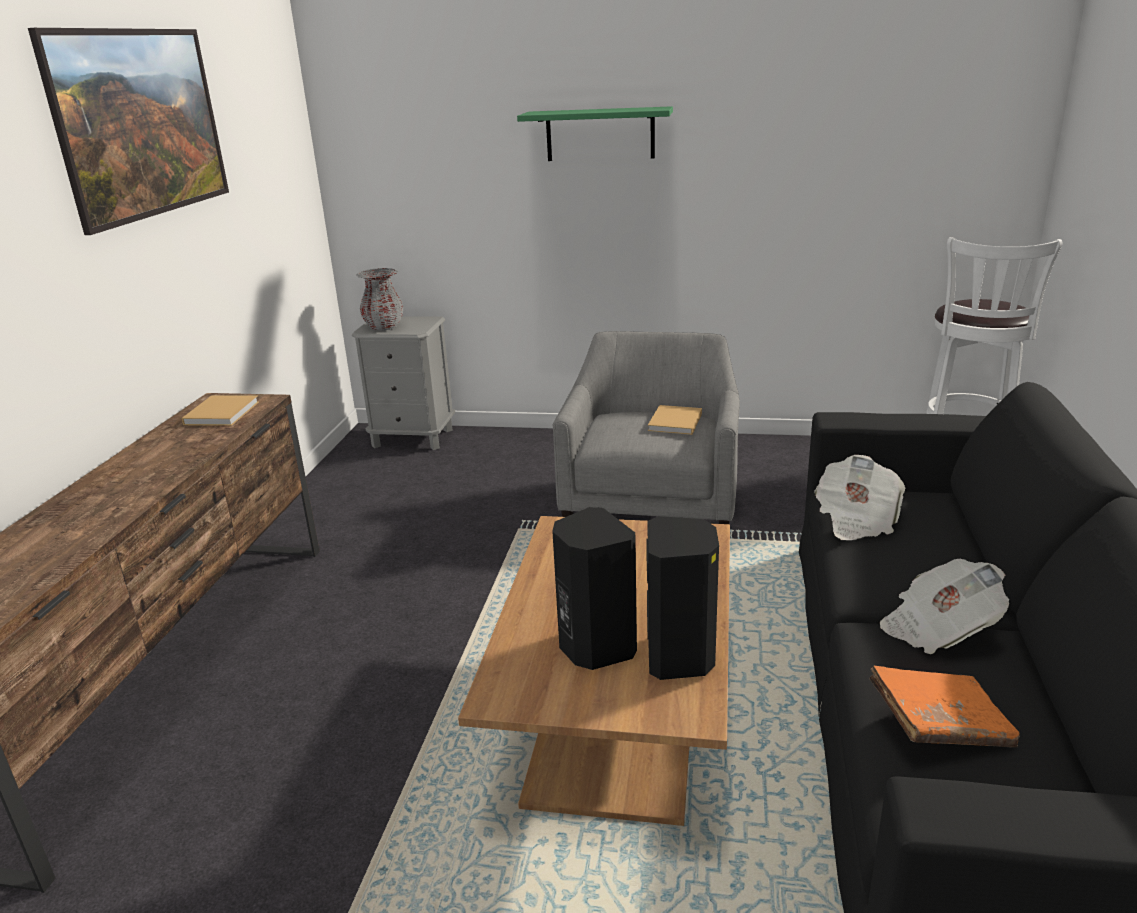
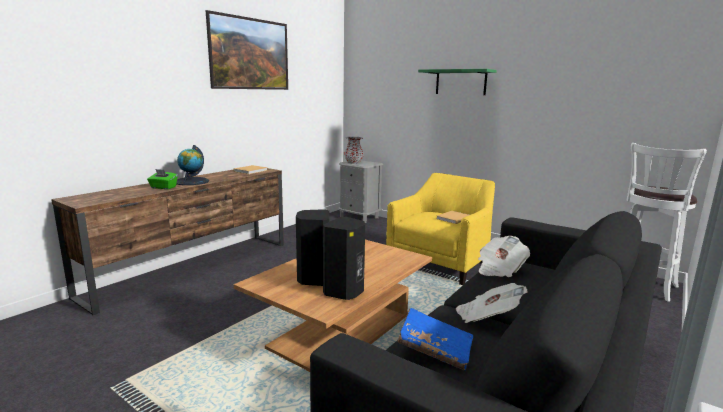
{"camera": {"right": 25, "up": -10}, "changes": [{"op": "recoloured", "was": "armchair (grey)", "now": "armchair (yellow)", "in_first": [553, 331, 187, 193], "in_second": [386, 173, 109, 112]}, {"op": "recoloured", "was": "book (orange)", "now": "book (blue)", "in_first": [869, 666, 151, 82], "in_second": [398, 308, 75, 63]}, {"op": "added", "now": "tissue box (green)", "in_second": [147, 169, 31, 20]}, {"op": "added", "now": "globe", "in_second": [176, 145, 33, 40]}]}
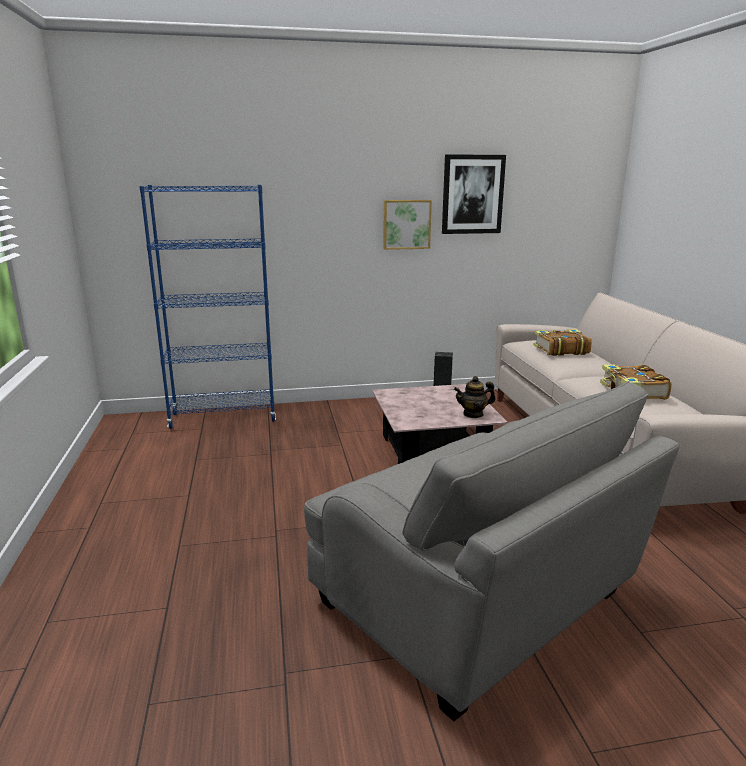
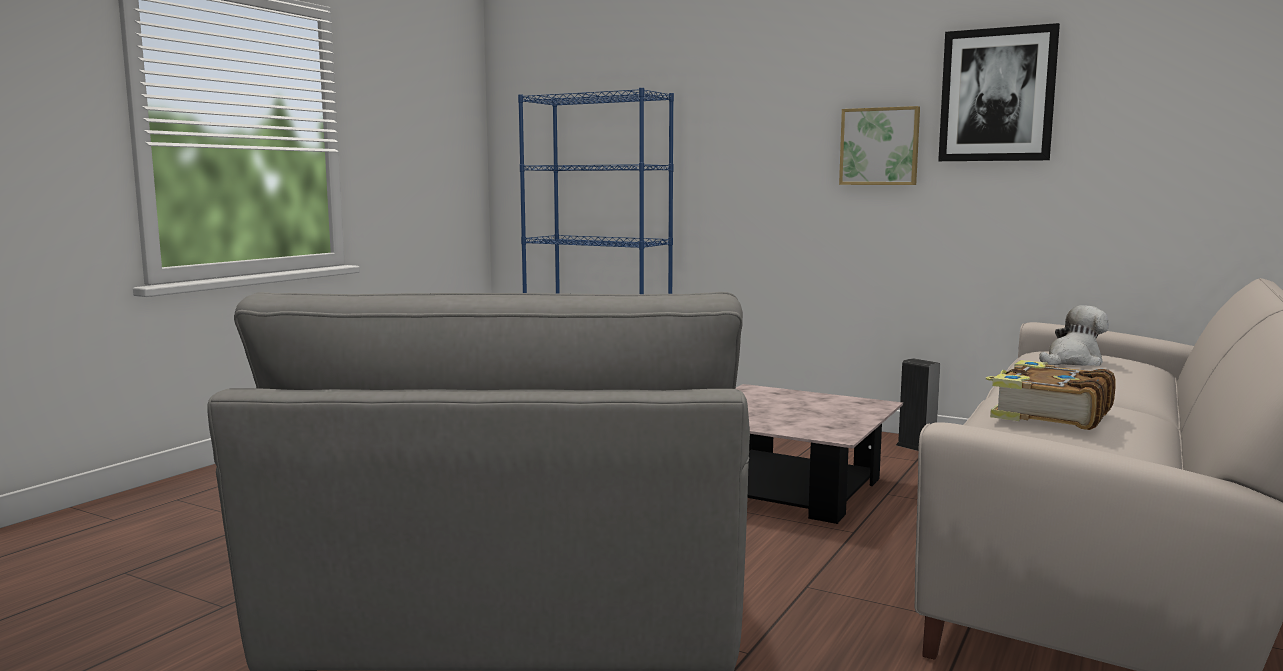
{"camera": {"right": 40, "up": -10}, "changes": [{"op": "removed", "was": "teapot", "in_first": [454, 376, 42, 42]}, {"op": "replaced", "was": "book", "now": "plush toy", "in_first": [534, 329, 58, 27], "in_second": [1039, 305, 70, 61]}]}
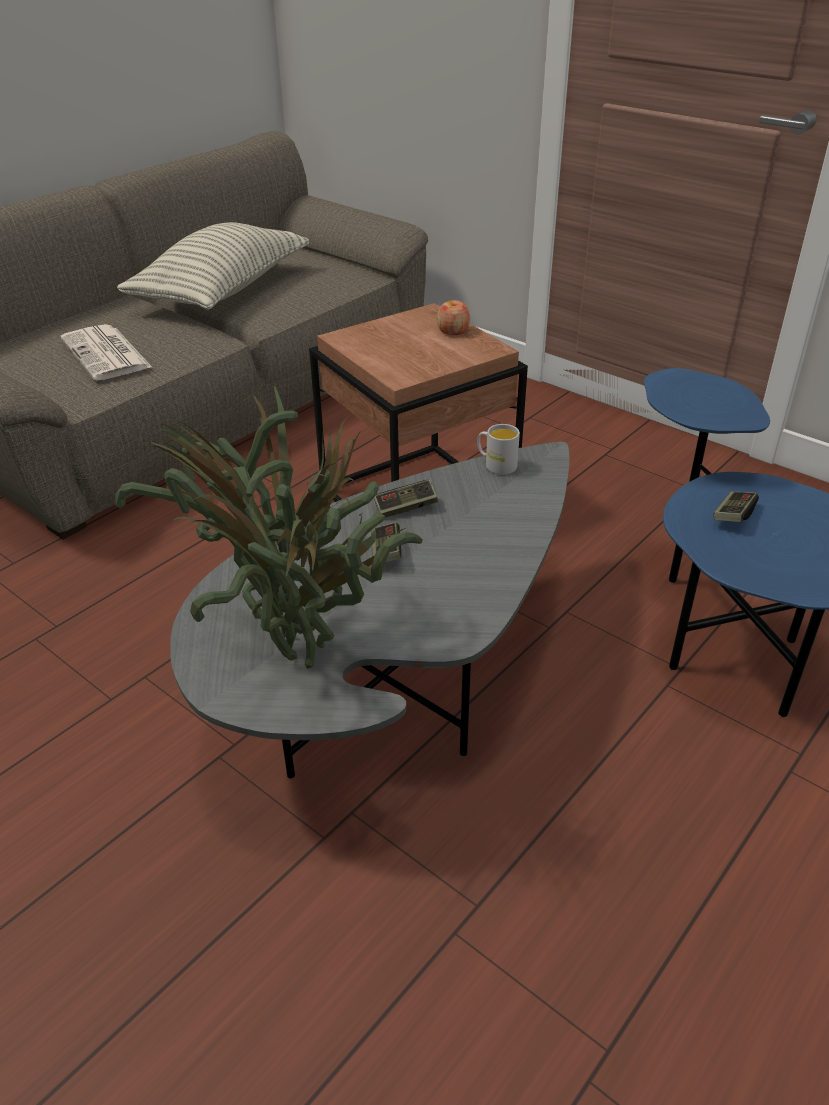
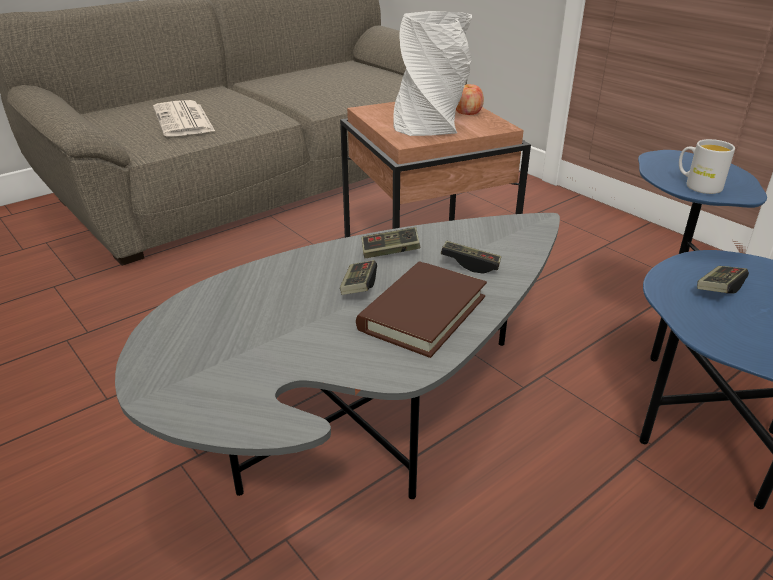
{"camera": {"right": 10, "up": -5}, "changes": [{"op": "removed", "was": "potted plant", "in_first": [115, 386, 308, 283]}, {"op": "removed", "was": "pillow", "in_first": [117, 222, 192, 88]}, {"op": "moved", "was": "mug (white)", "in_first": [477, 424, 43, 51], "in_second": [679, 139, 56, 55]}, {"op": "added", "now": "book (brown)", "in_second": [356, 261, 131, 97]}, {"op": "added", "now": "vase (white)", "in_second": [393, 11, 79, 125]}, {"op": "added", "now": "game controller", "in_second": [441, 241, 60, 33]}]}
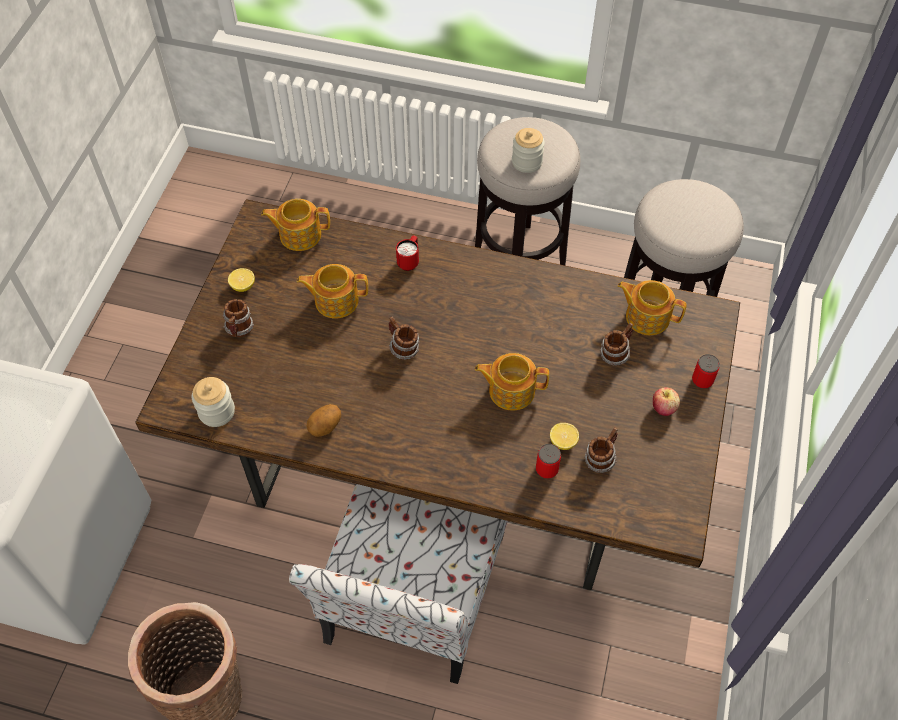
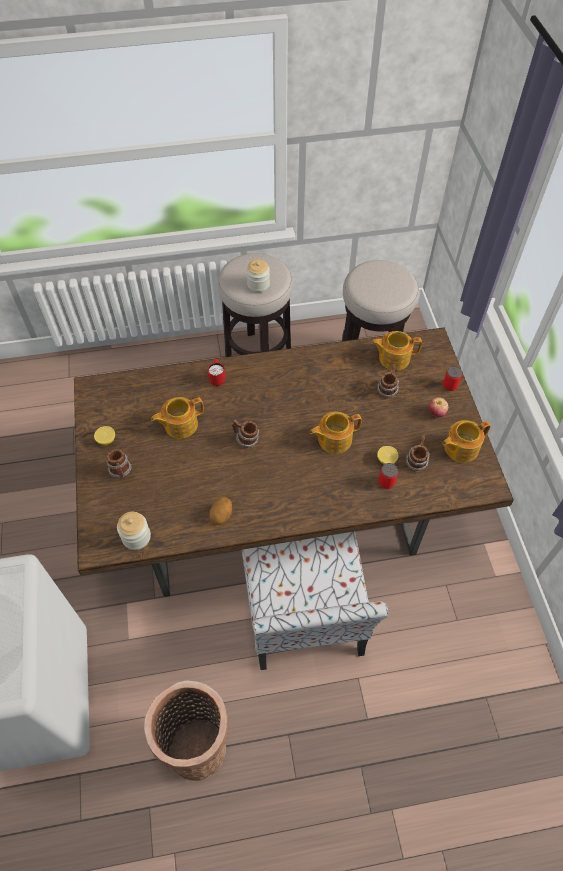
{"camera": {"right": -25, "up": 0}, "changes": [{"op": "moved", "was": "teapot", "in_first": [261, 199, 69, 52], "in_second": [442, 420, 49, 43]}]}
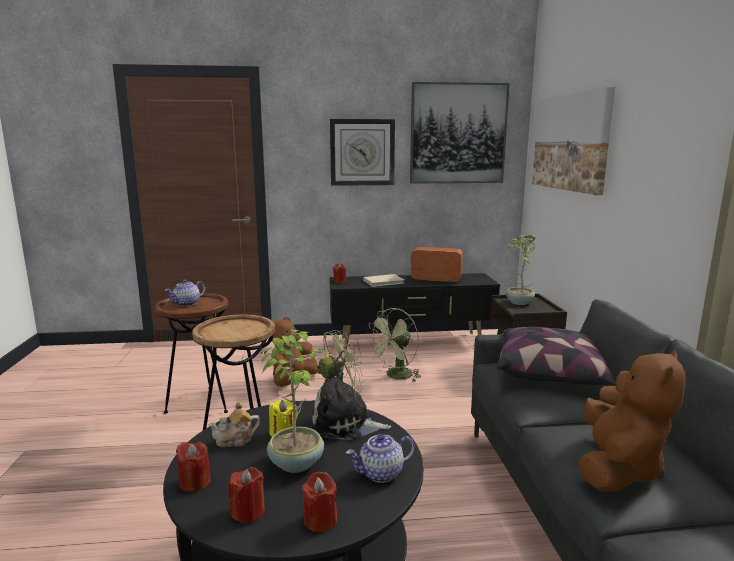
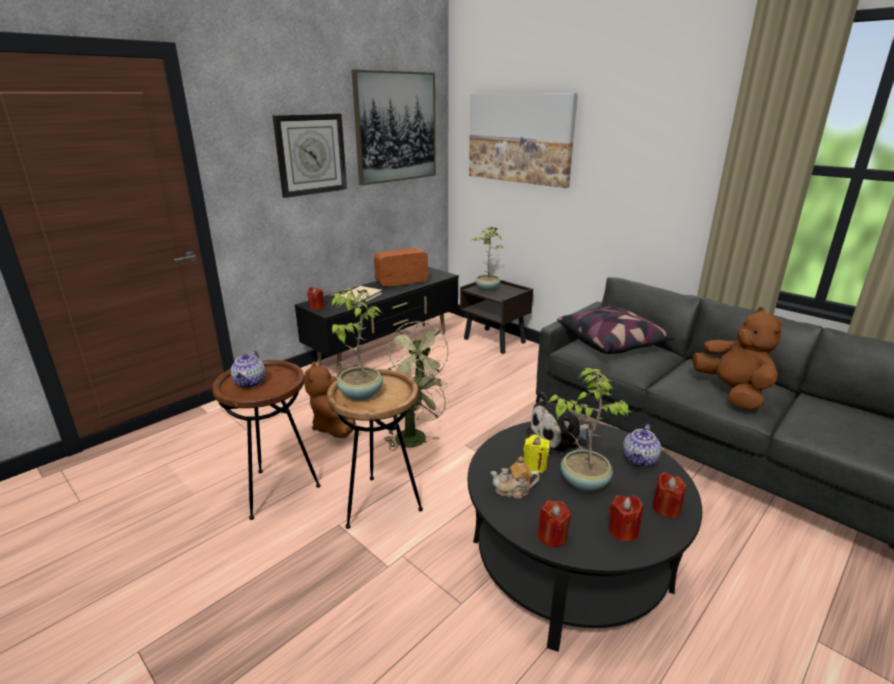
{"camera": {"right": -40, "up": 10}, "changes": [{"op": "turned", "was": "teapot", "in_first": [208, 402, 52, 45], "in_second": [490, 456, 50, 43], "clockwise": 60}, {"op": "added", "now": "potted plant", "in_second": [330, 288, 53, 113]}]}
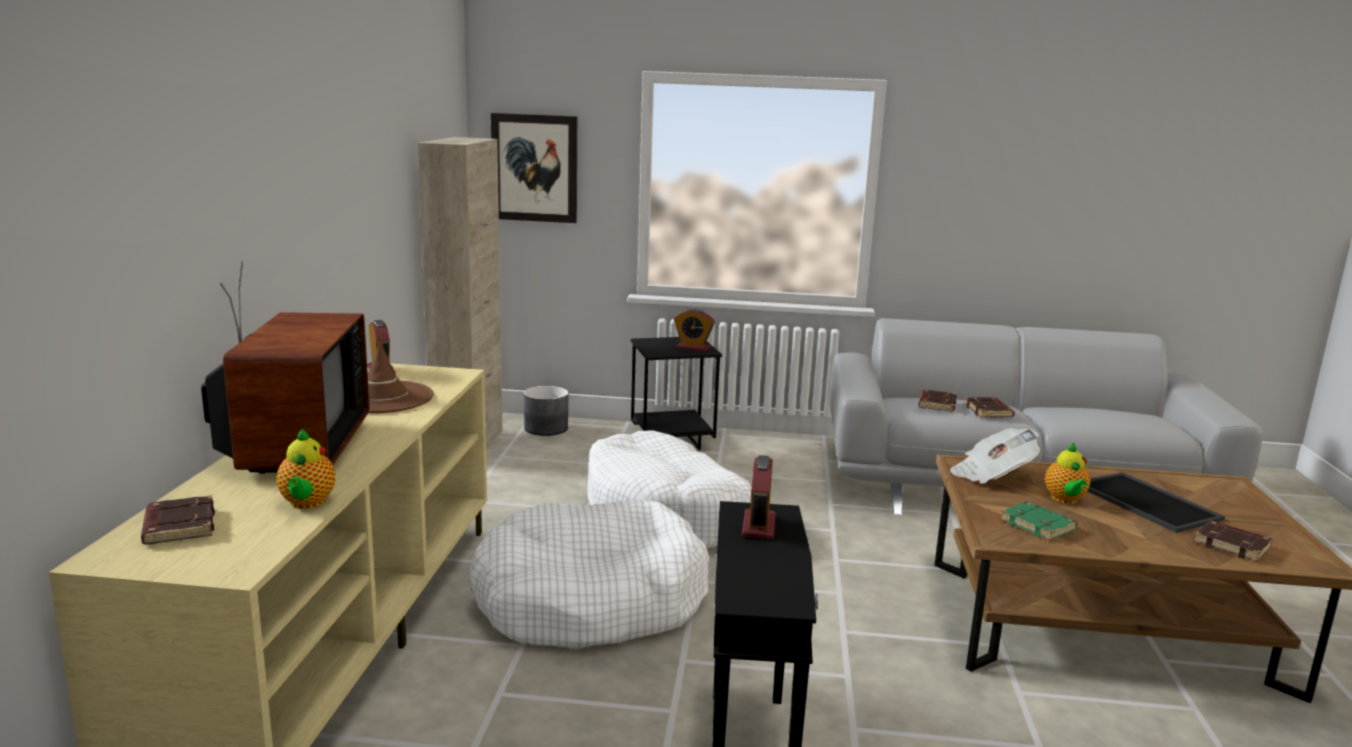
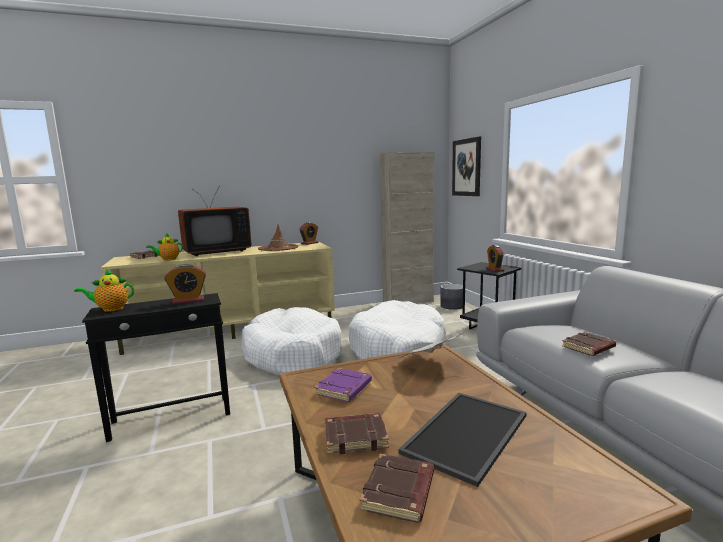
{"camera": {"right": 65, "up": -5}, "changes": [{"op": "moved", "was": "book (brown)", "in_first": [918, 390, 39, 22], "in_second": [325, 413, 64, 41]}, {"op": "recoloured", "was": "book (green)", "now": "book (purple)", "in_first": [1000, 501, 77, 40], "in_second": [314, 368, 58, 34]}, {"op": "moved", "was": "teapot", "in_first": [1045, 443, 45, 61], "in_second": [74, 269, 60, 43]}]}
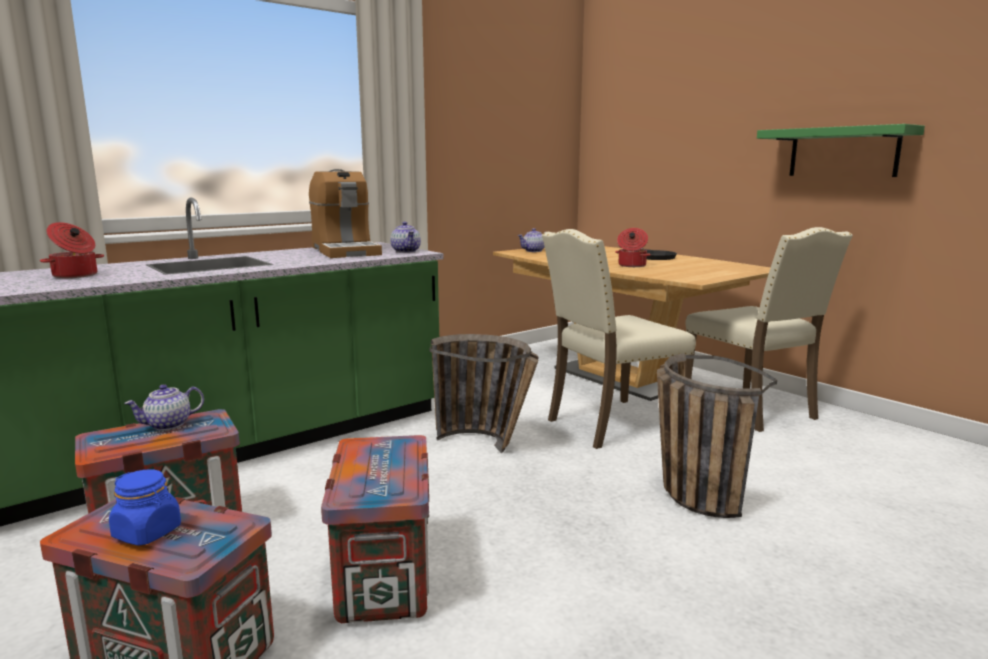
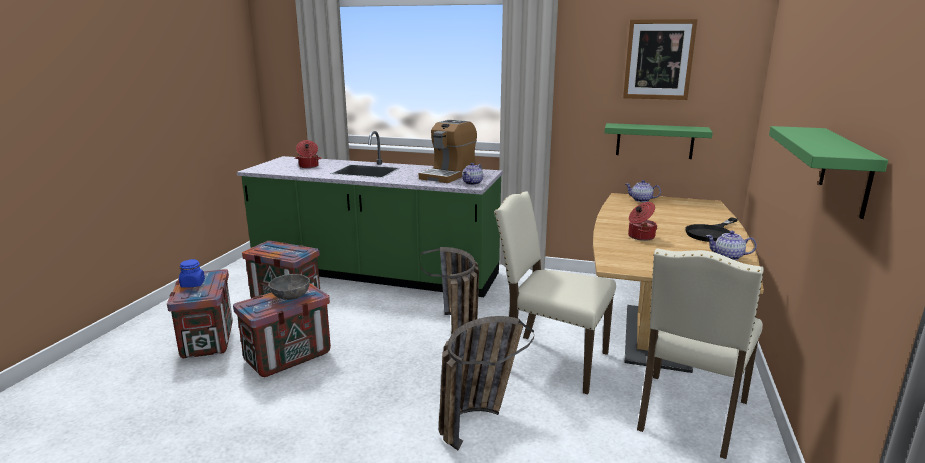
{"camera": {"right": 55, "up": 5}, "changes": [{"op": "moved", "was": "teapot", "in_first": [124, 384, 80, 46], "in_second": [706, 231, 51, 29]}, {"op": "added", "now": "bowl (grey)", "in_second": [269, 274, 41, 26]}, {"op": "added", "now": "shelf (green)", "in_second": [604, 123, 109, 36]}, {"op": "added", "now": "picture", "in_second": [623, 19, 75, 81]}]}
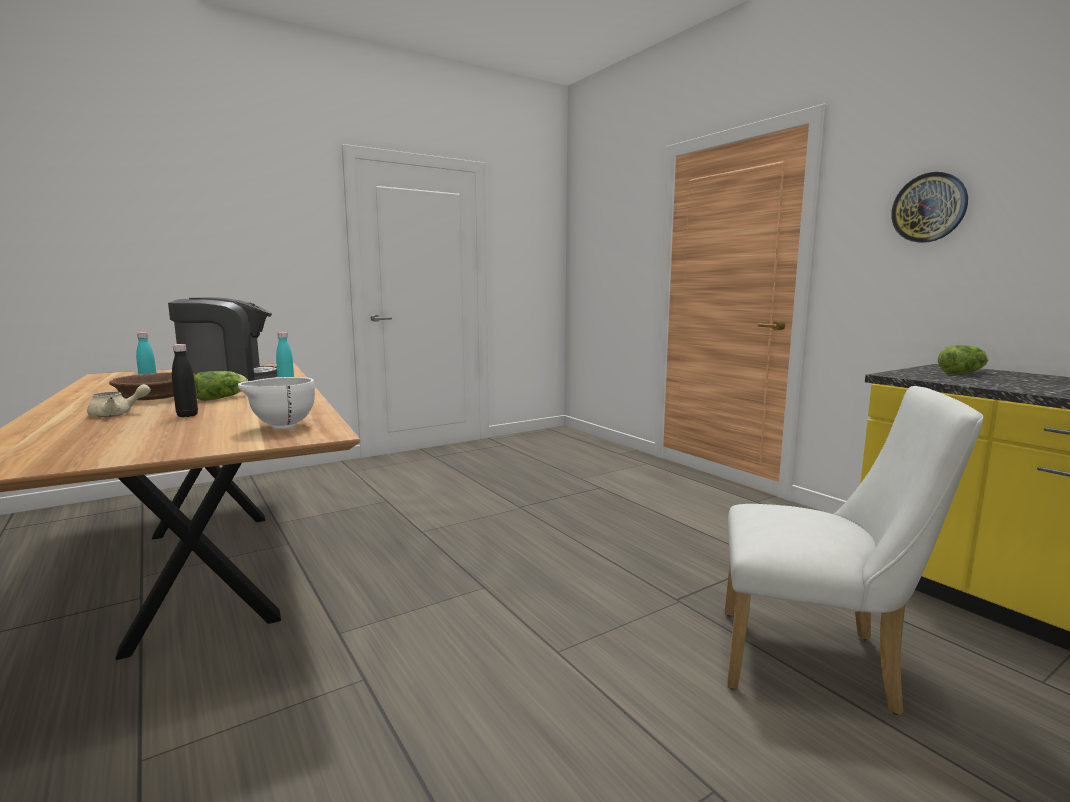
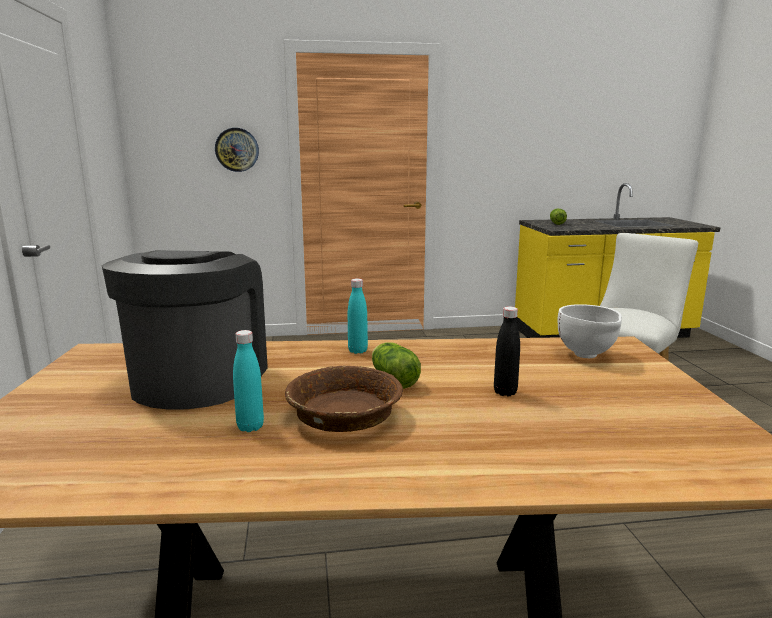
{"camera": {"right": -65, "up": 5}, "changes": [{"op": "removed", "was": "teapot (beige)", "in_first": [87, 384, 64, 33]}, {"op": "moved", "was": "wall clock", "in_first": [891, 172, 77, 71], "in_second": [215, 128, 44, 44]}]}
